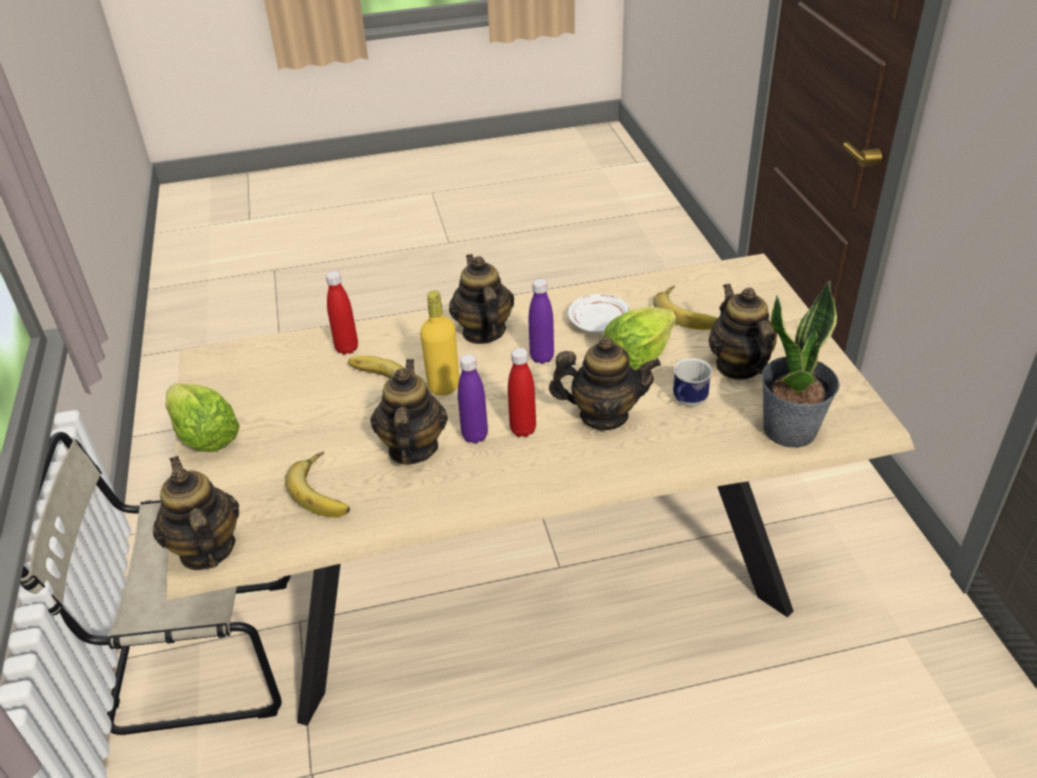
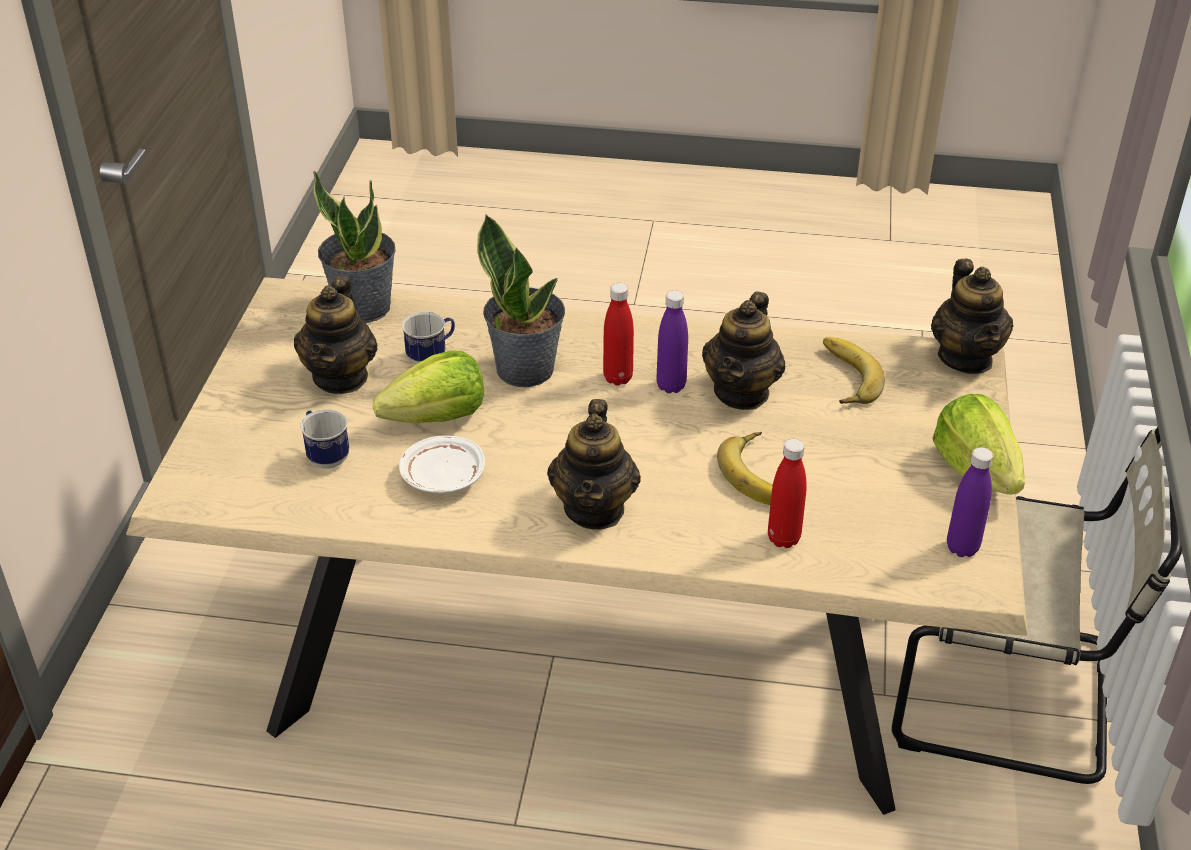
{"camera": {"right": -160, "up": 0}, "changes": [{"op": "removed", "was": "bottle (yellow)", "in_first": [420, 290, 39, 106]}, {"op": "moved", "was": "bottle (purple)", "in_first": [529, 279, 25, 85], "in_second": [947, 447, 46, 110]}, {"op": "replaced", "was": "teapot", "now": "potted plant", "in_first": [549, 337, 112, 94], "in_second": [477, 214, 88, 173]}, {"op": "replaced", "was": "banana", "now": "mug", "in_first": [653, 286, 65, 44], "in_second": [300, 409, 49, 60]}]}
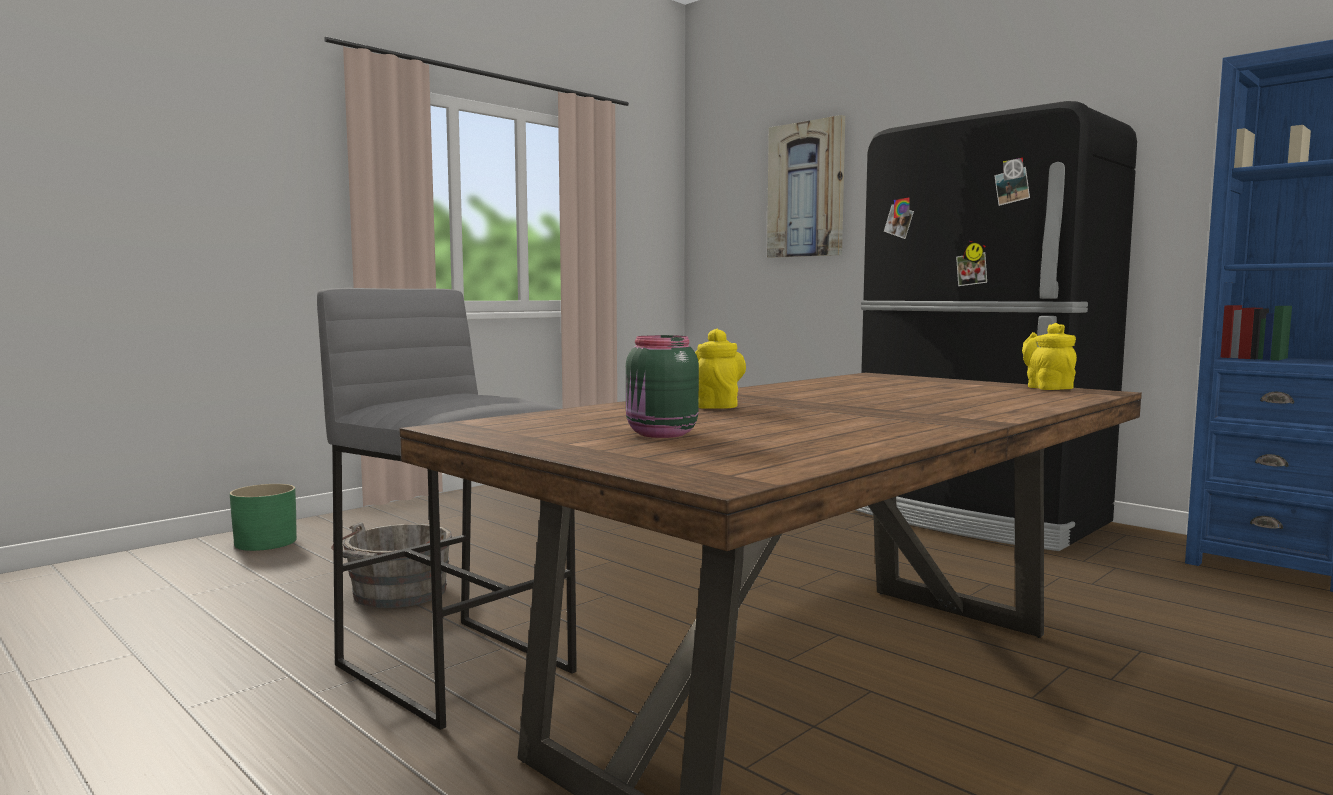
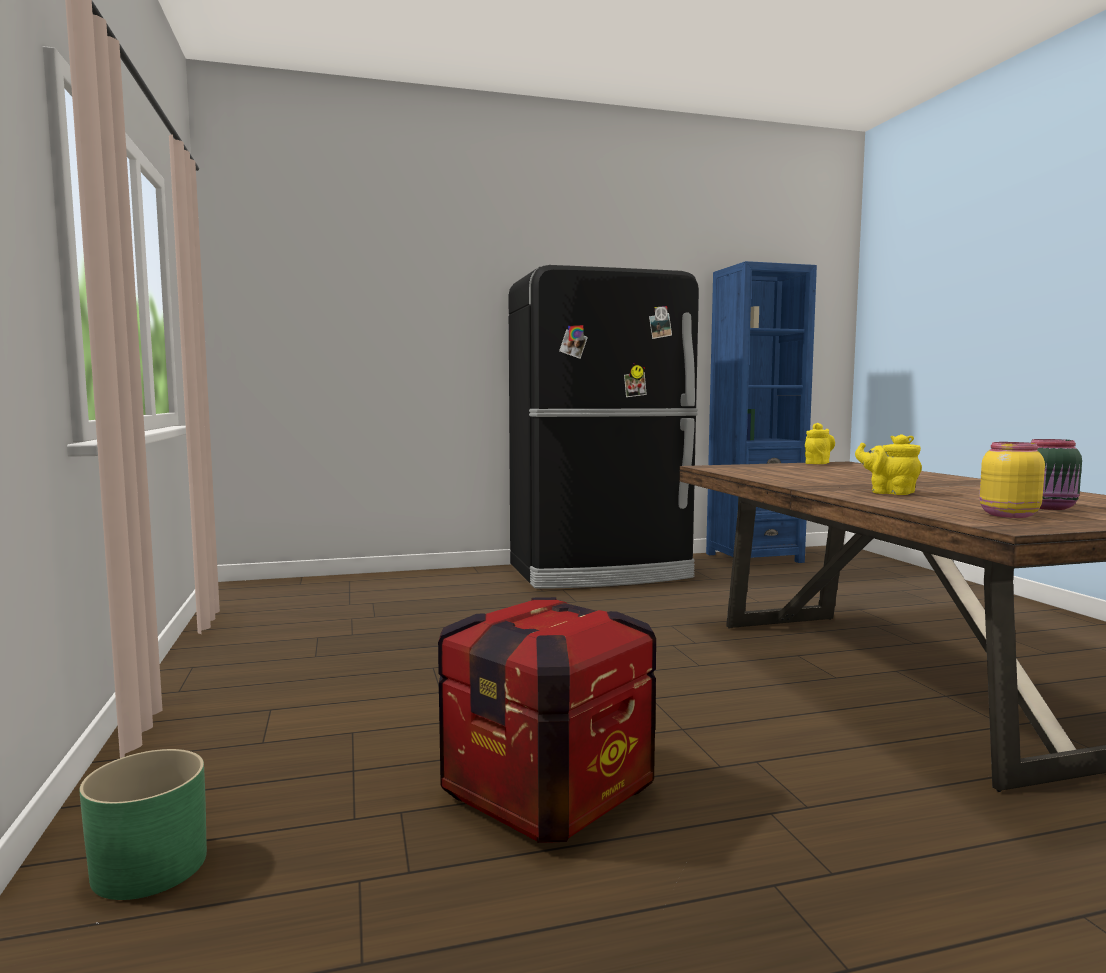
{"camera": {"right": -60, "up": 0}, "changes": [{"op": "removed", "was": "stool (grey)", "in_first": [317, 288, 260, 442]}, {"op": "replaced", "was": "bucket (grey)", "now": "crate", "in_first": [331, 522, 121, 86], "in_second": [438, 597, 218, 246]}, {"op": "removed", "was": "picture", "in_first": [767, 115, 78, 143]}, {"op": "turned", "was": "teapot (yellow)", "in_first": [1022, 323, 55, 67], "in_second": [805, 423, 30, 41], "clockwise": 105}, {"op": "added", "now": "jar (yellow)", "in_second": [979, 442, 66, 76]}]}
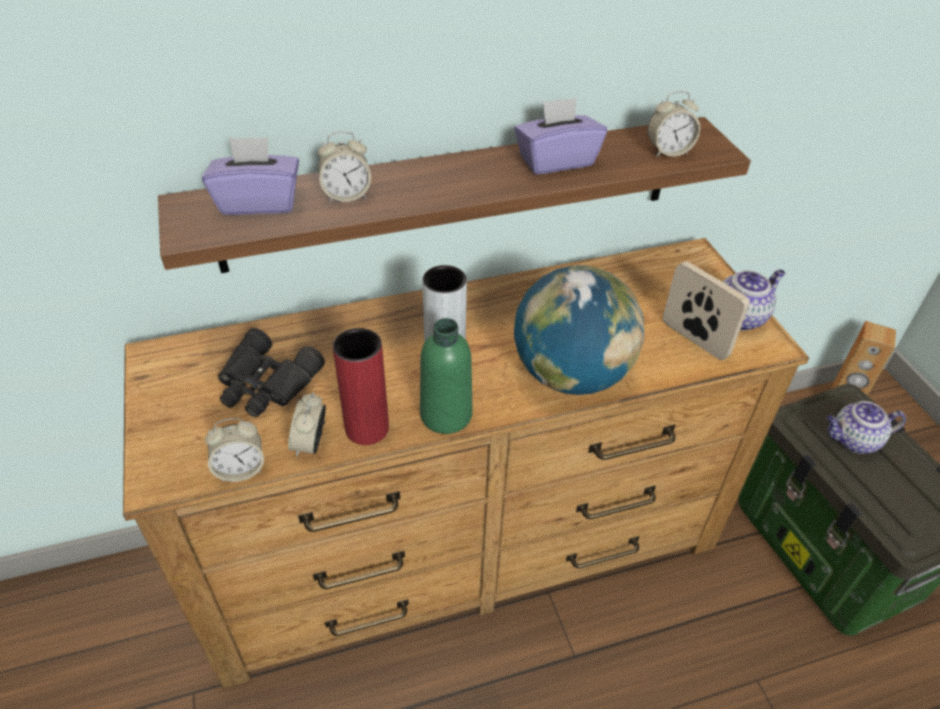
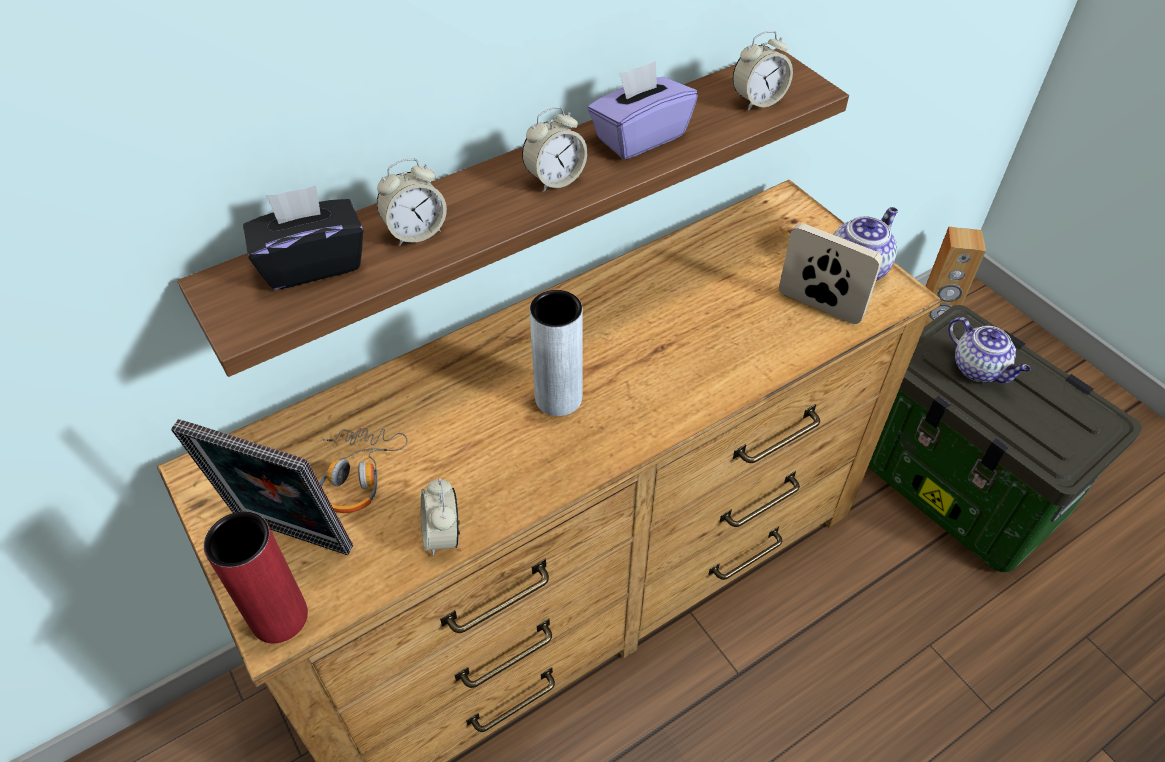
{"camera": {"right": -15, "up": 5}, "changes": [{"op": "recoloured", "was": "tissue box (purple)", "now": "tissue box (black)", "in_first": [202, 137, 97, 78], "in_second": [243, 185, 120, 105]}, {"op": "moved", "was": "alarm clock", "in_first": [205, 418, 59, 64], "in_second": [522, 107, 65, 85]}, {"op": "replaced", "was": "binoculars (black)", "now": "headphones", "in_first": [218, 328, 107, 89], "in_second": [320, 428, 87, 85]}, {"op": "moved", "was": "vase (red)", "in_first": [333, 328, 56, 117], "in_second": [204, 511, 104, 132]}, {"op": "removed", "was": "bottle (green)", "in_first": [420, 318, 53, 116]}, {"op": "removed", "was": "globe", "in_first": [514, 265, 130, 130]}, {"op": "turned", "was": "teapot", "in_first": [827, 401, 79, 53], "in_second": [948, 317, 83, 66], "clockwise": -105}, {"op": "added", "now": "picture frame", "in_second": [171, 419, 182, 136]}]}
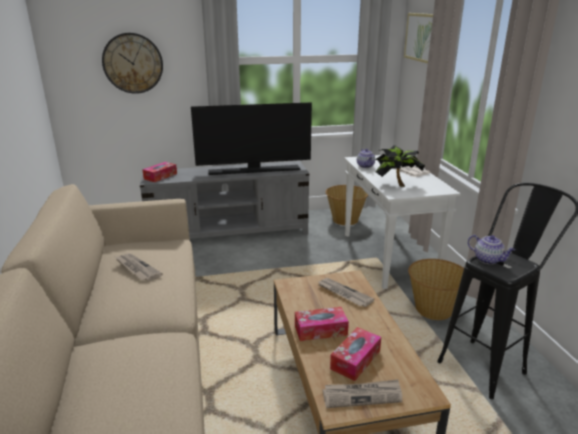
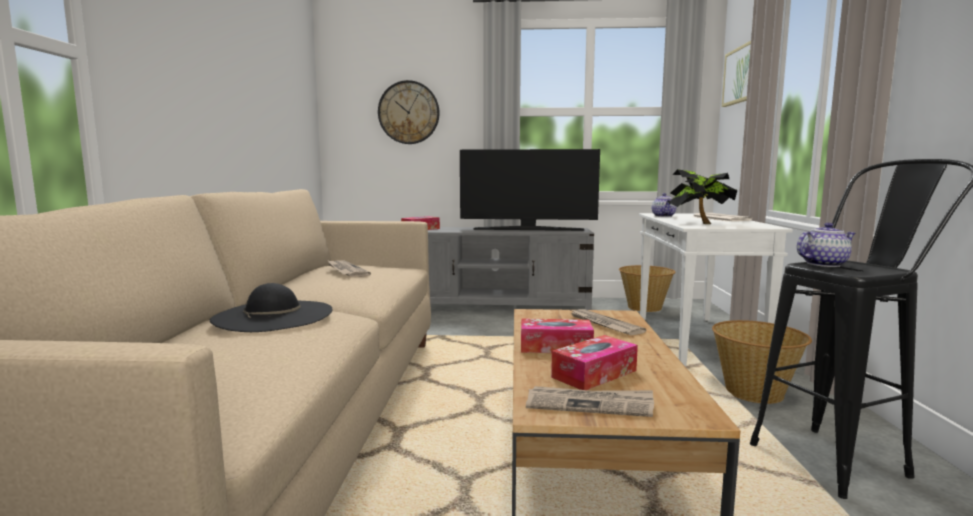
{"camera": {"right": 15, "up": -15}, "changes": [{"op": "turned", "was": "teapot", "in_first": [468, 235, 47, 29], "in_second": [797, 223, 58, 44], "clockwise": -75}, {"op": "added", "now": "hat (black)", "in_second": [210, 283, 123, 49]}]}
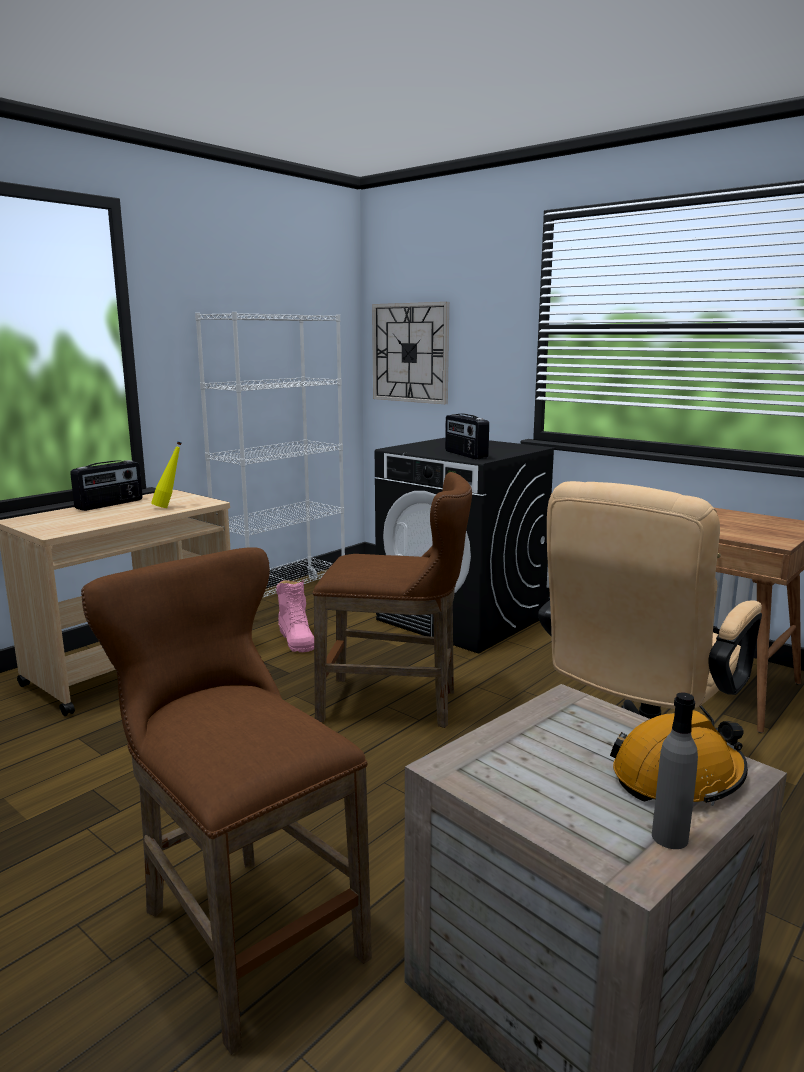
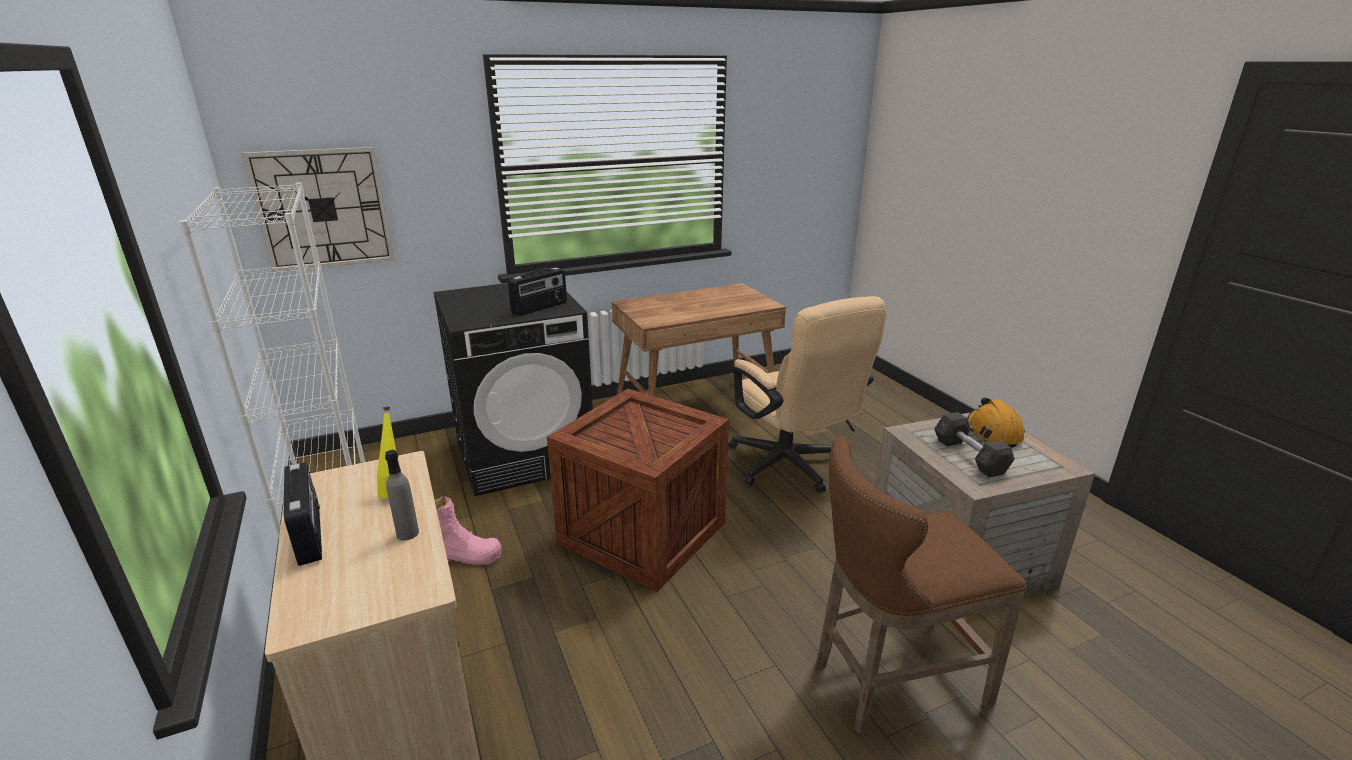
{"camera": {"right": -65, "up": 10}, "changes": [{"op": "replaced", "was": "stool (brown)", "now": "crate", "in_first": [313, 472, 159, 256], "in_second": [547, 389, 182, 203]}, {"op": "turned", "was": "radio", "in_first": [445, 414, 44, 45], "in_second": [508, 267, 59, 49], "clockwise": -45}, {"op": "moved", "was": "bottle (grey)", "in_first": [652, 693, 46, 156], "in_second": [385, 450, 34, 90]}, {"op": "added", "now": "dumbbell (grey)", "in_second": [934, 412, 81, 65]}]}
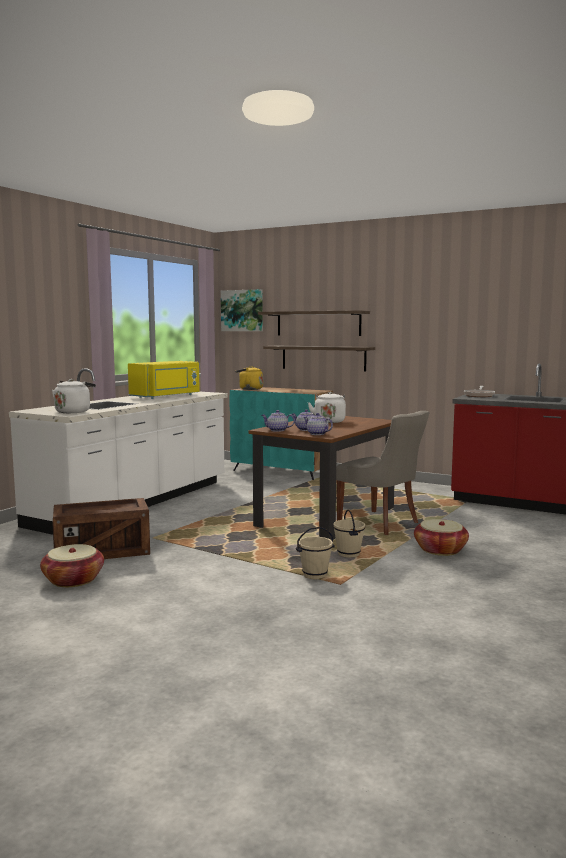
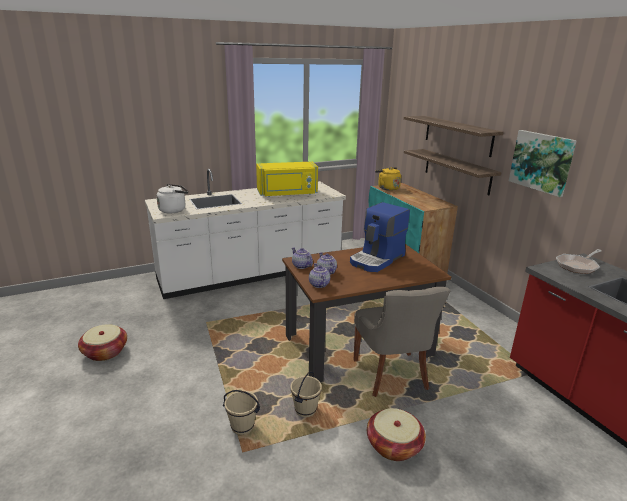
{"camera": {"right": 35, "up": 15}, "changes": [{"op": "removed", "was": "crate", "in_first": [52, 498, 98, 61]}, {"op": "moved", "was": "picture", "in_first": [221, 289, 42, 42], "in_second": [509, 130, 68, 67]}, {"op": "replaced", "was": "kettle (white)", "now": "coffee machine", "in_first": [308, 392, 38, 31], "in_second": [350, 202, 60, 70]}]}
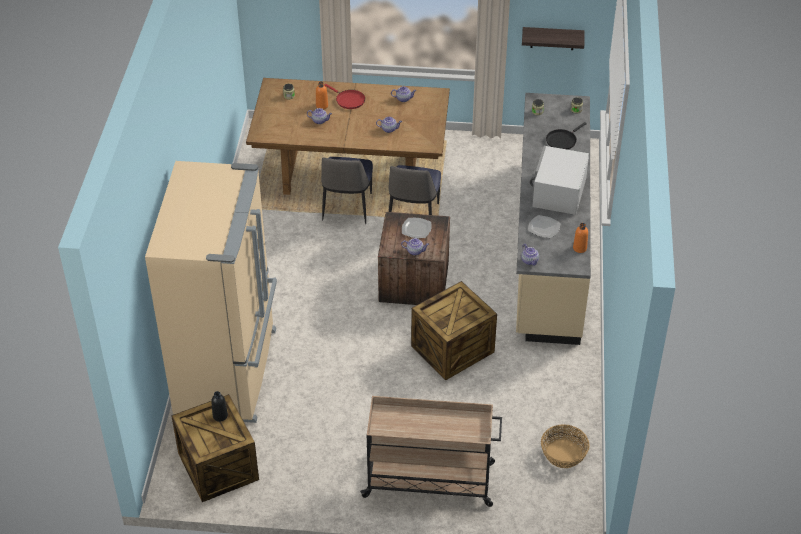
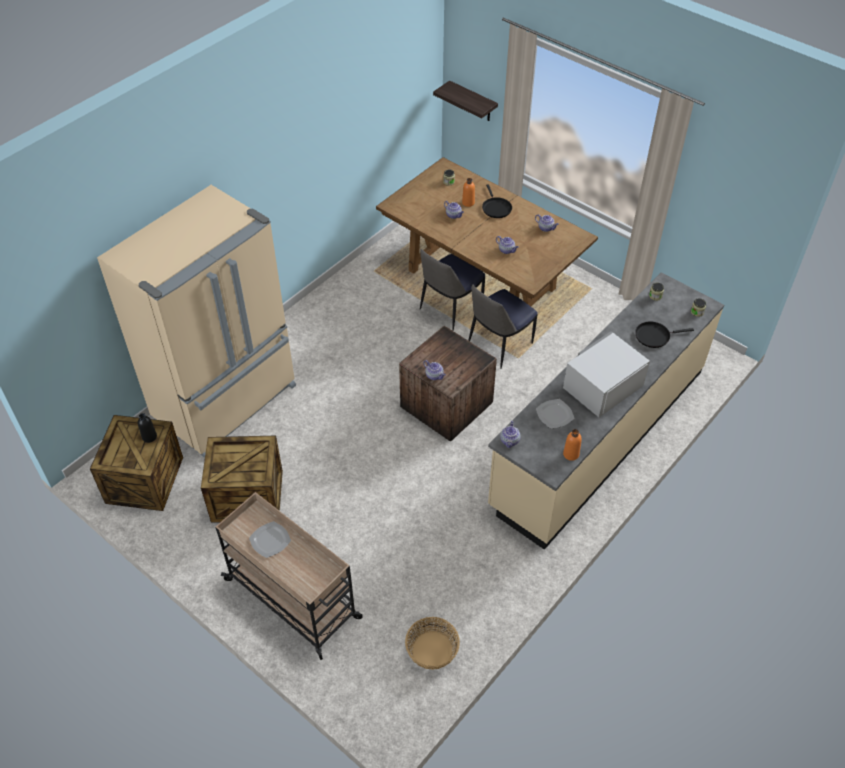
{"camera": {"right": 35, "up": 5}, "changes": [{"op": "recoloured", "was": "frying pan (red)", "now": "frying pan (black)", "in_first": [324, 84, 41, 25], "in_second": [482, 184, 30, 34]}, {"op": "moved", "was": "plate", "in_first": [402, 218, 29, 20], "in_second": [249, 521, 42, 37]}, {"op": "moved", "was": "crate", "in_first": [411, 281, 86, 99], "in_second": [201, 436, 82, 87]}, {"op": "moved", "was": "shelf", "in_first": [522, 27, 62, 23], "in_second": [433, 81, 65, 40]}]}
